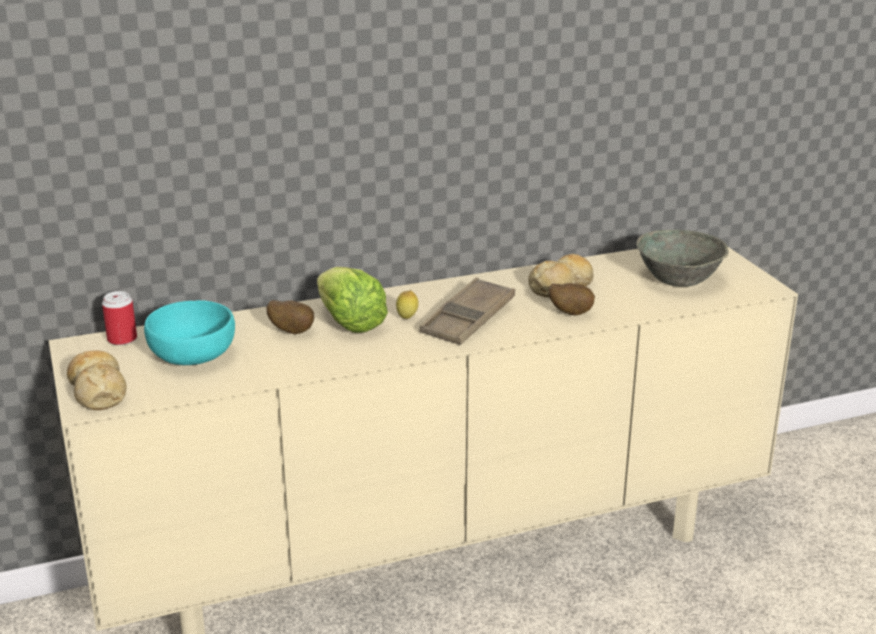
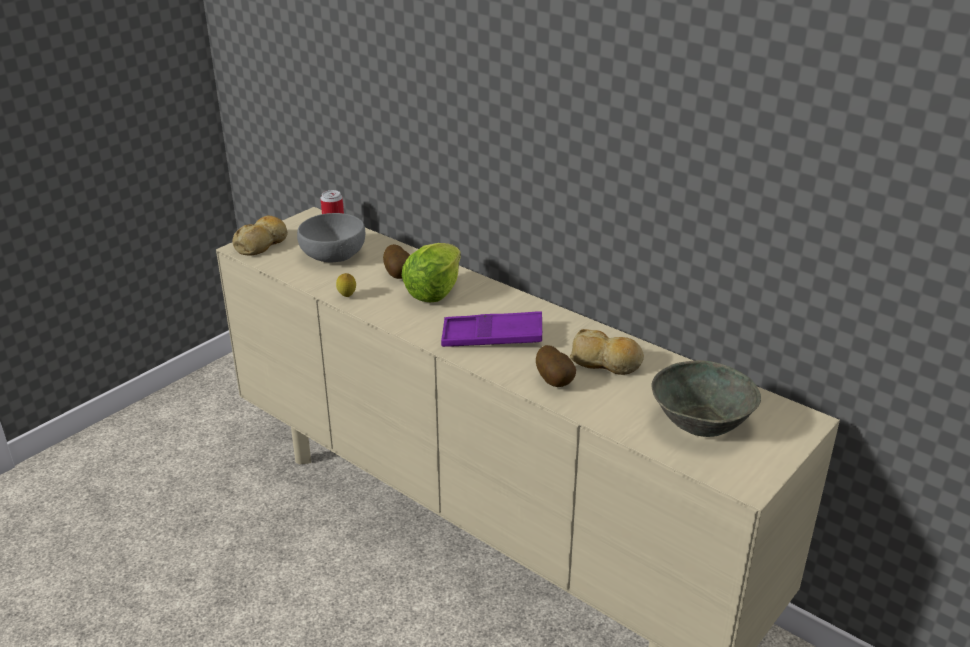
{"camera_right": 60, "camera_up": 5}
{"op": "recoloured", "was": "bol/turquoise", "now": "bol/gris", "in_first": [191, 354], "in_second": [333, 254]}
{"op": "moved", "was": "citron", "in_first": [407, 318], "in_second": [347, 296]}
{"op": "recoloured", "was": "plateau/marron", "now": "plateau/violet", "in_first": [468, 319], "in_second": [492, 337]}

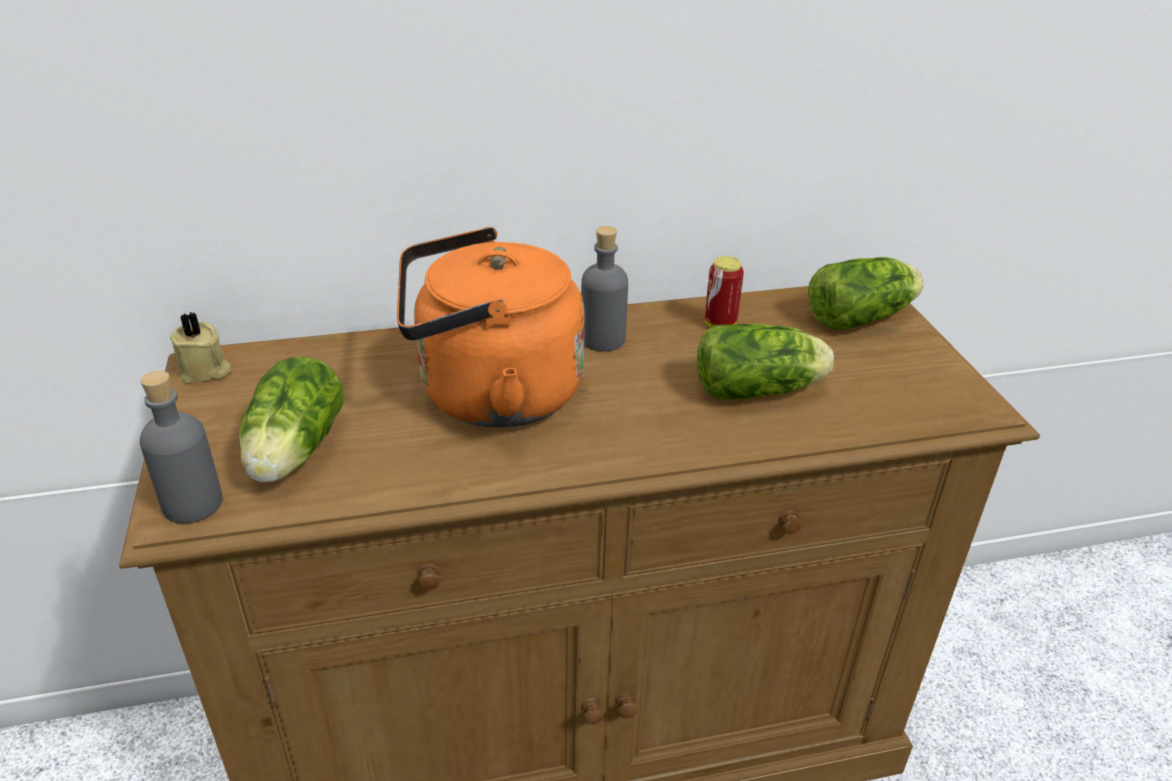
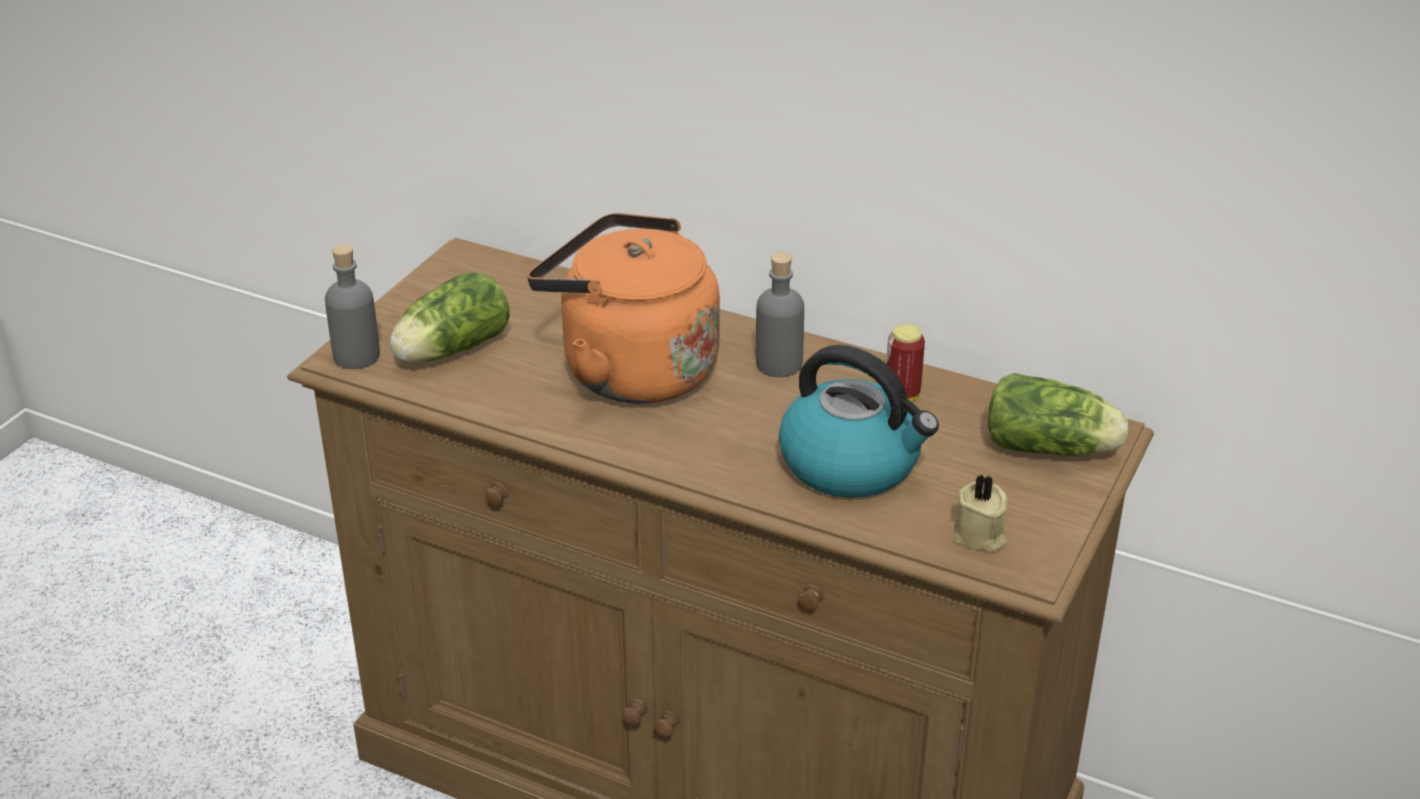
{"camera_right": 40, "camera_up": 0}
{"op": "moved", "was": "bougie/beige", "in_first": [204, 371], "in_second": [979, 536]}
{"op": "replaced", "was": "laitue", "now": "bouilloire", "in_first": [761, 390], "in_second": [852, 464]}

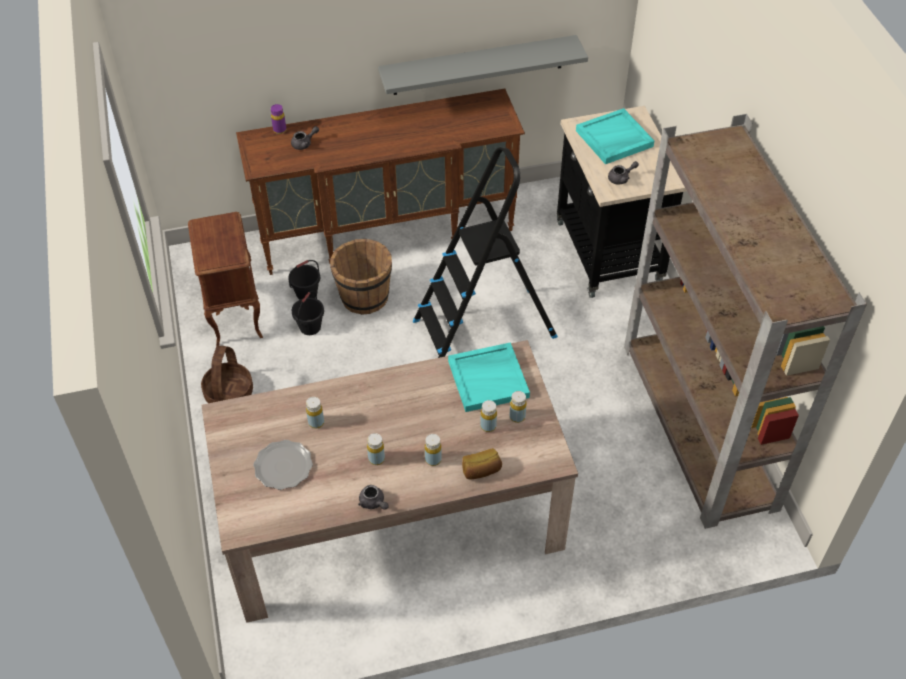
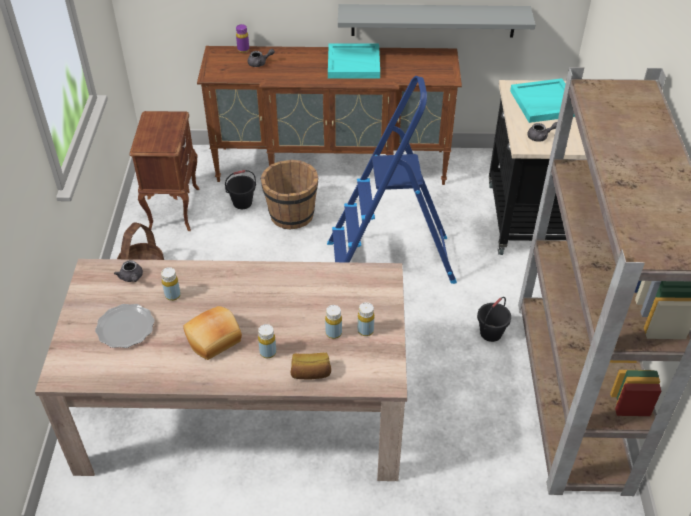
{"camera_right": 15, "camera_up": -5}
{"op": "moved", "was": "seau/noir", "in_first": [310, 327], "in_second": [490, 333]}
{"op": "moved", "was": "théière/gris", "in_first": [373, 503], "in_second": [132, 278]}
{"op": "replaced", "was": "bouteille/jaune", "now": "pain", "in_first": [376, 459], "in_second": [214, 340]}
{"op": "recoloured", "was": "escabeau/noir", "now": "escabeau/bleu", "in_first": [483, 329], "in_second": [389, 262]}
{"op": "moved", "was": "plateau/turquoise", "in_first": [488, 378], "in_second": [354, 63]}

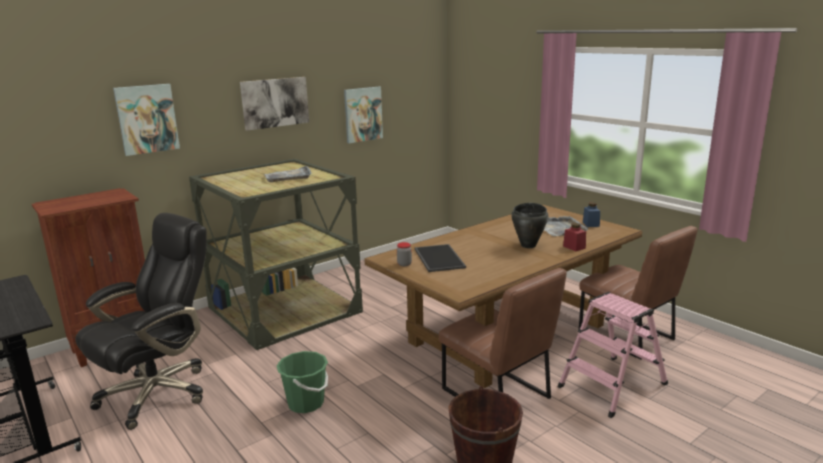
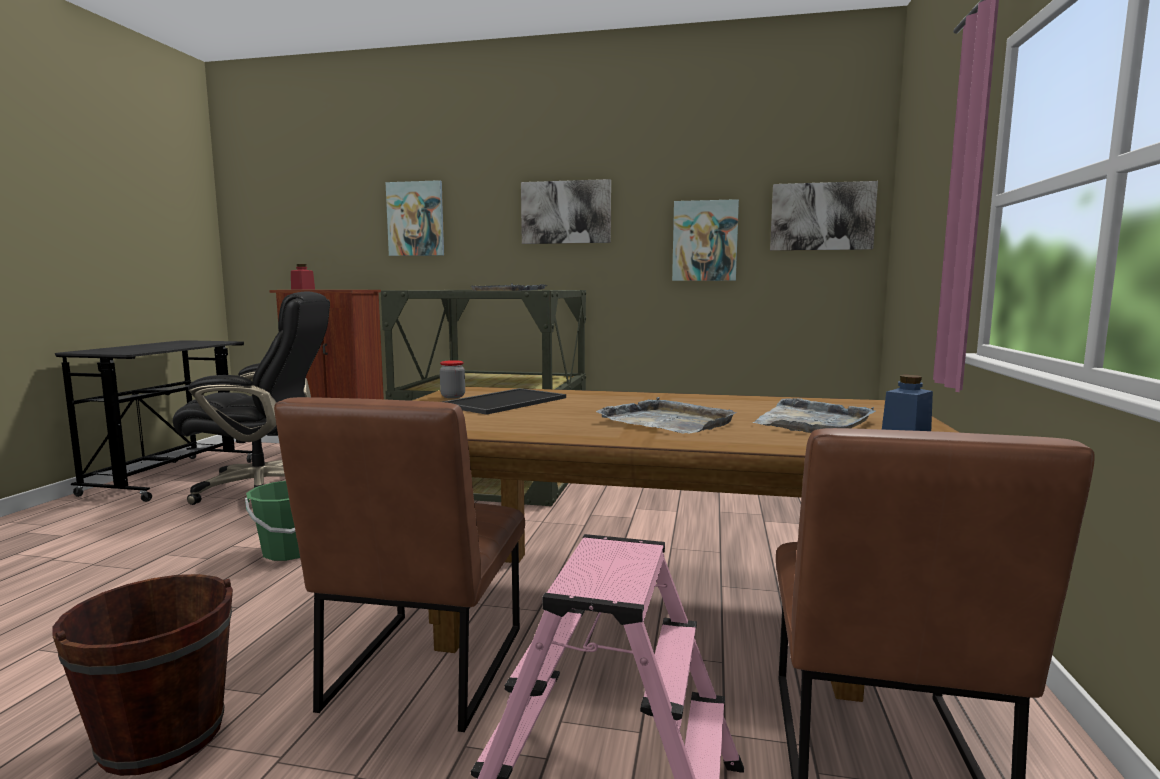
{"camera_right": 50, "camera_up": -10}
{"op": "replaced", "was": "marmite/noir", "now": "plateau/gris", "in_first": [528, 245], "in_second": [667, 421]}
{"op": "moved", "was": "bocal/rouge", "in_first": [574, 247], "in_second": [303, 289]}
{"op": "added", "now": "tableau", "in_second": [822, 216]}

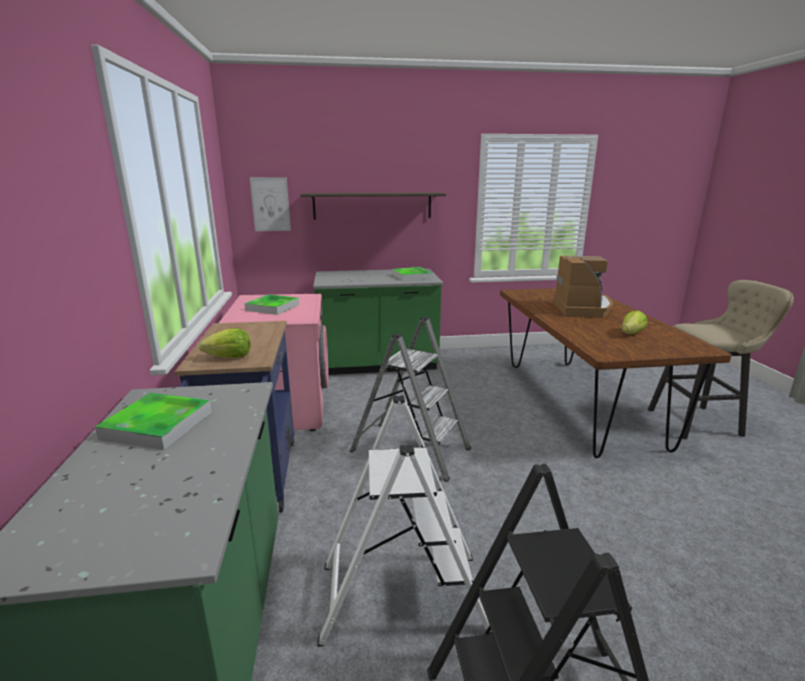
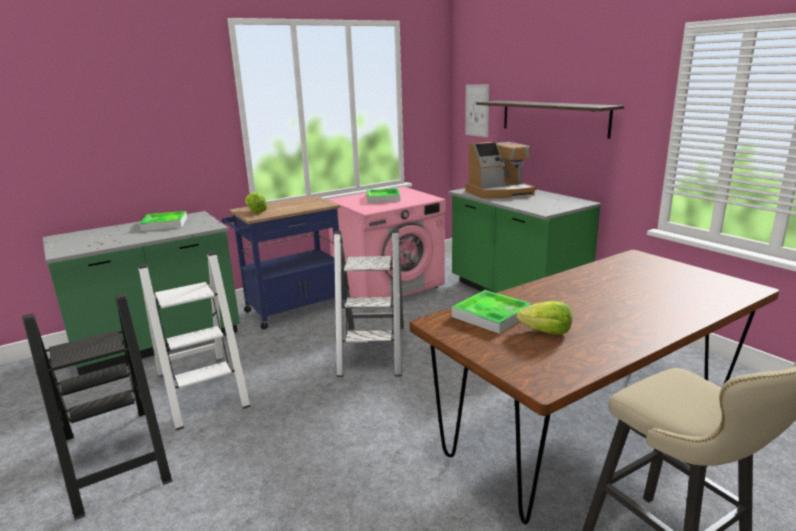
{"camera_right": 65, "camera_up": 0}
{"op": "moved", "was": "plateau", "in_first": [411, 276], "in_second": [491, 315]}
{"op": "moved", "was": "machine à café", "in_first": [583, 309], "in_second": [499, 193]}

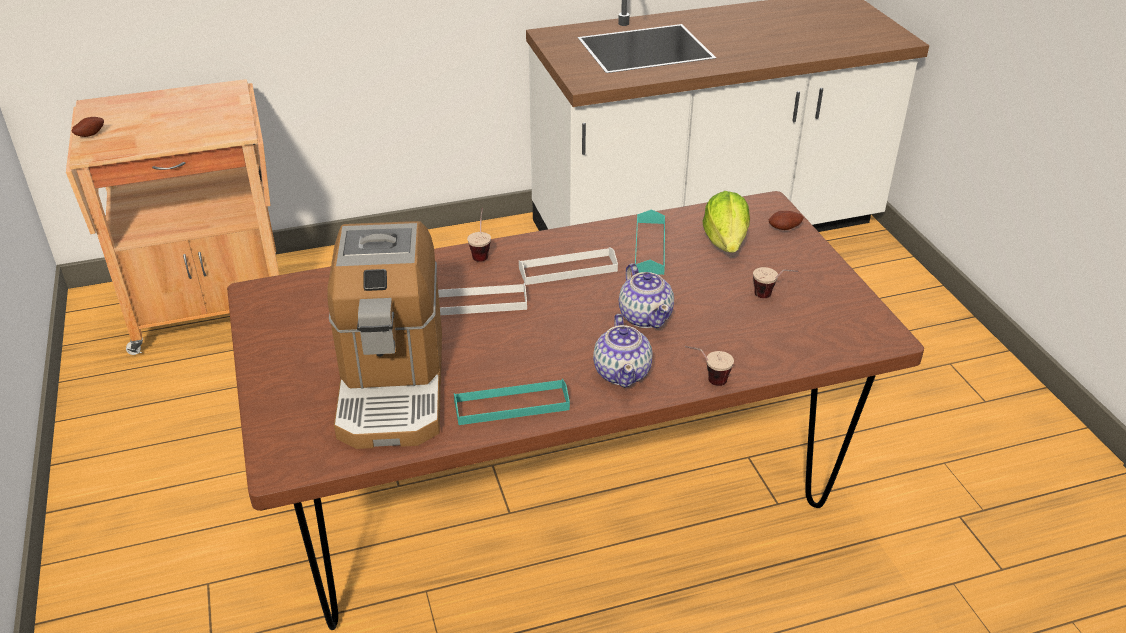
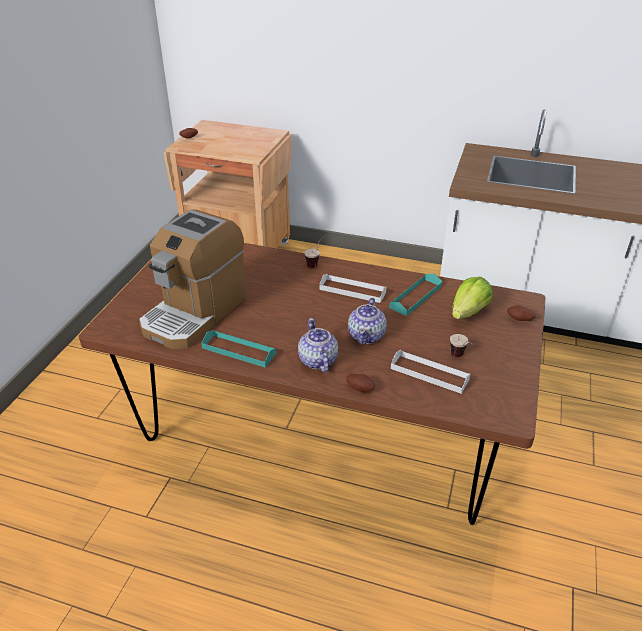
{"camera_right": 35, "camera_up": 0}
{"op": "moved", "was": "plateau/blanc", "in_first": [476, 303], "in_second": [429, 374]}
{"op": "turned", "was": "théière", "in_first": [622, 372], "in_second": [317, 361], "clockwise": 135}
{"op": "replaced", "was": "tasse", "now": "pomme de terre", "in_first": [706, 380], "in_second": [360, 388]}

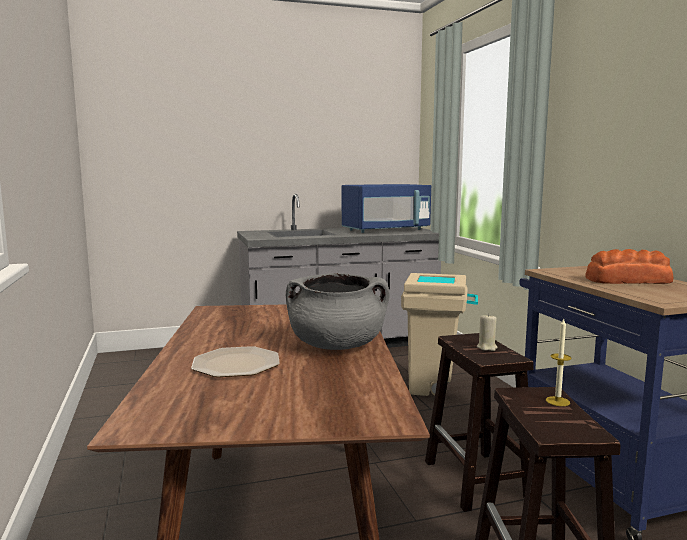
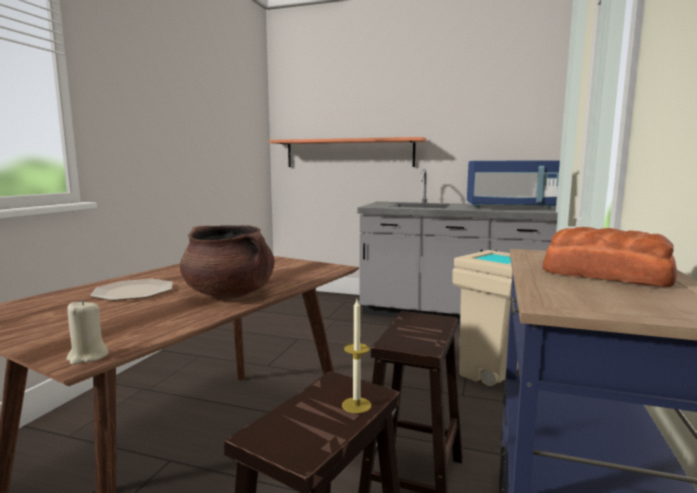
{"camera_right": 35, "camera_up": 0}
{"op": "recoloured", "was": "marmite/gris", "now": "marmite/marron", "in_first": [337, 346], "in_second": [230, 294]}
{"op": "moved", "was": "bougie/beige", "in_first": [487, 347], "in_second": [87, 357]}
{"op": "added", "now": "étagère", "in_second": [349, 153]}

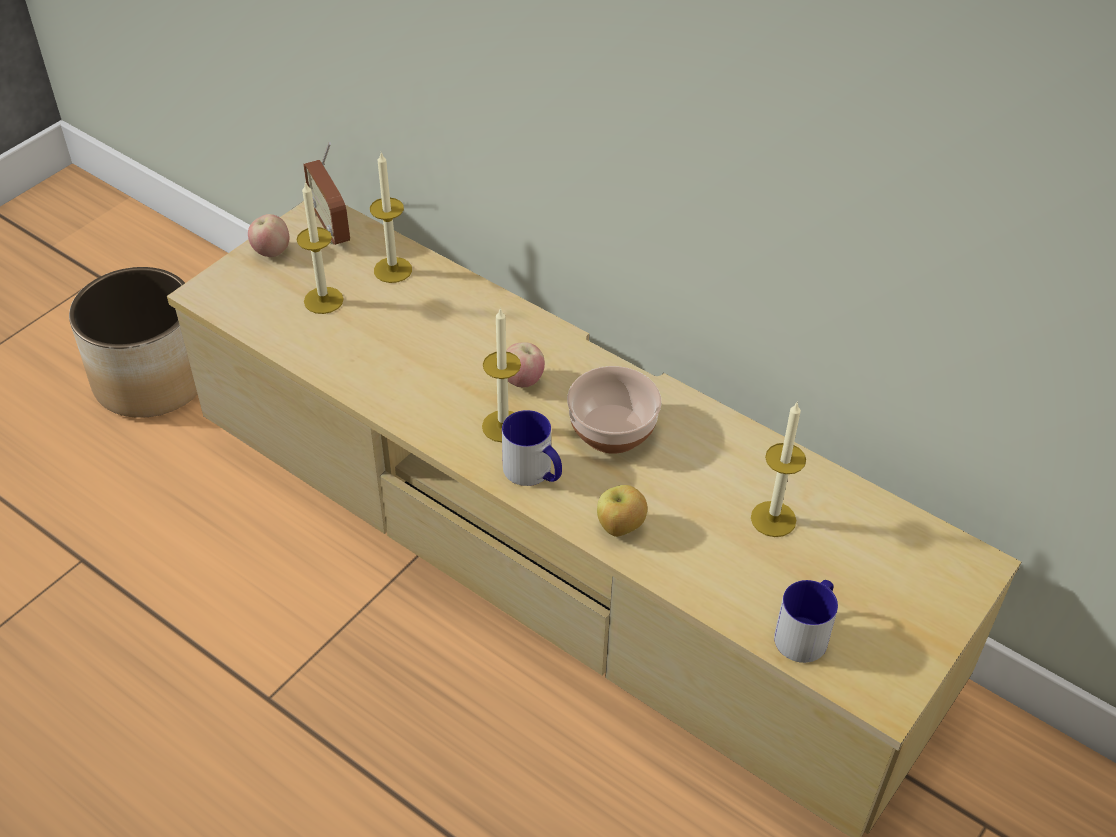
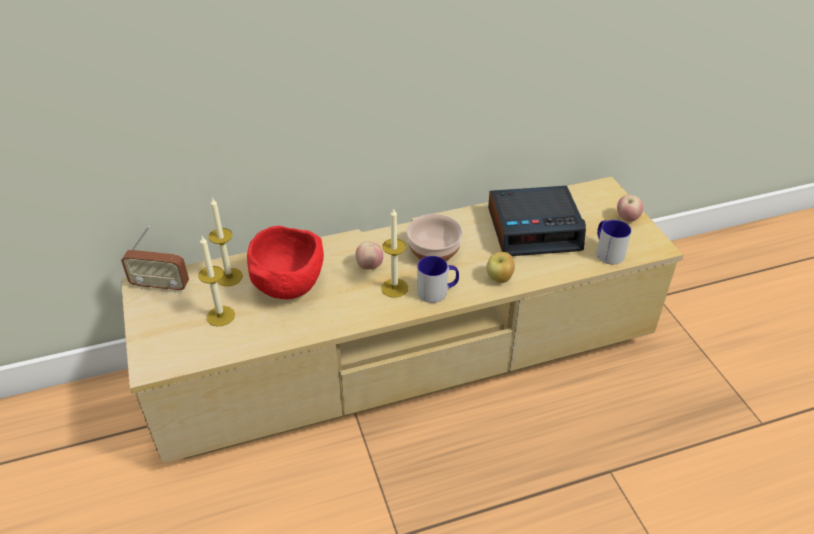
{"camera_right": -55, "camera_up": -5}
{"op": "removed", "was": "cache-pot", "in_first": [153, 379]}
{"op": "moved", "was": "pomme", "in_first": [272, 252], "in_second": [627, 218]}
{"op": "replaced", "was": "bougie", "now": "réveil", "in_first": [773, 519], "in_second": [534, 229]}
{"op": "added", "now": "bol/rouge", "in_second": [289, 285]}

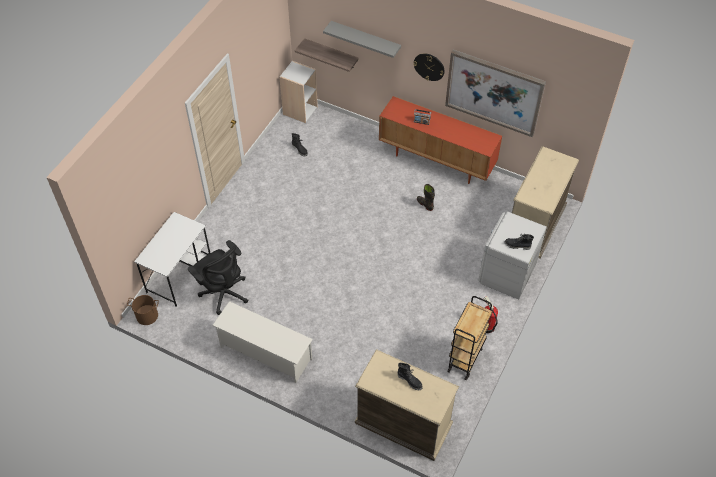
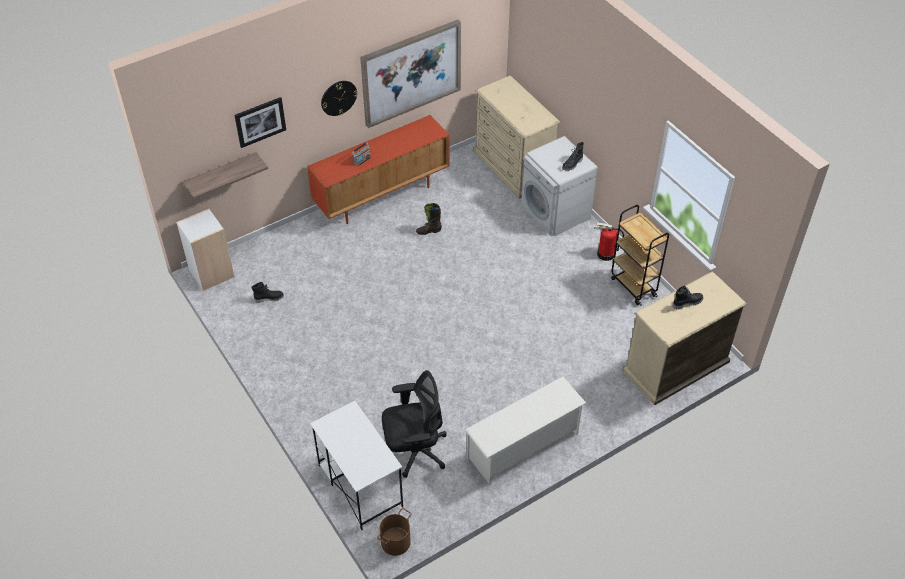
{"camera_right": -60, "camera_up": -5}
{"op": "replaced", "was": "étagère/gris", "now": "tableau", "in_first": [365, 39], "in_second": [260, 121]}

